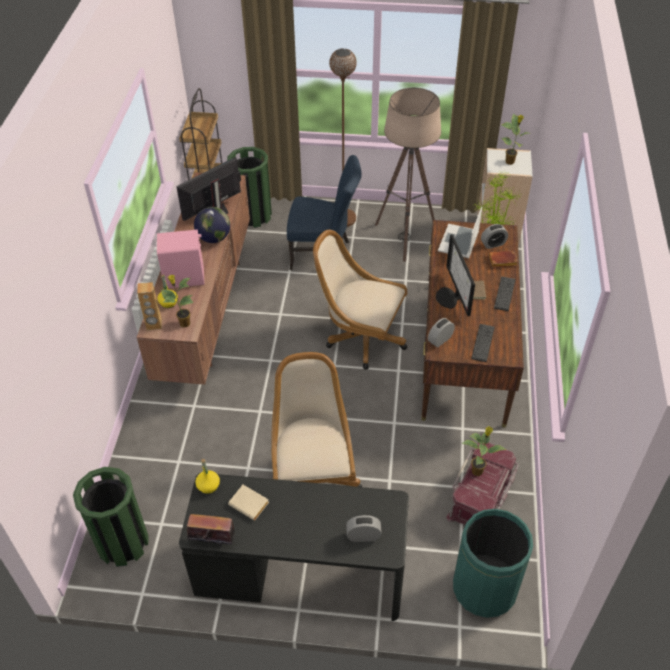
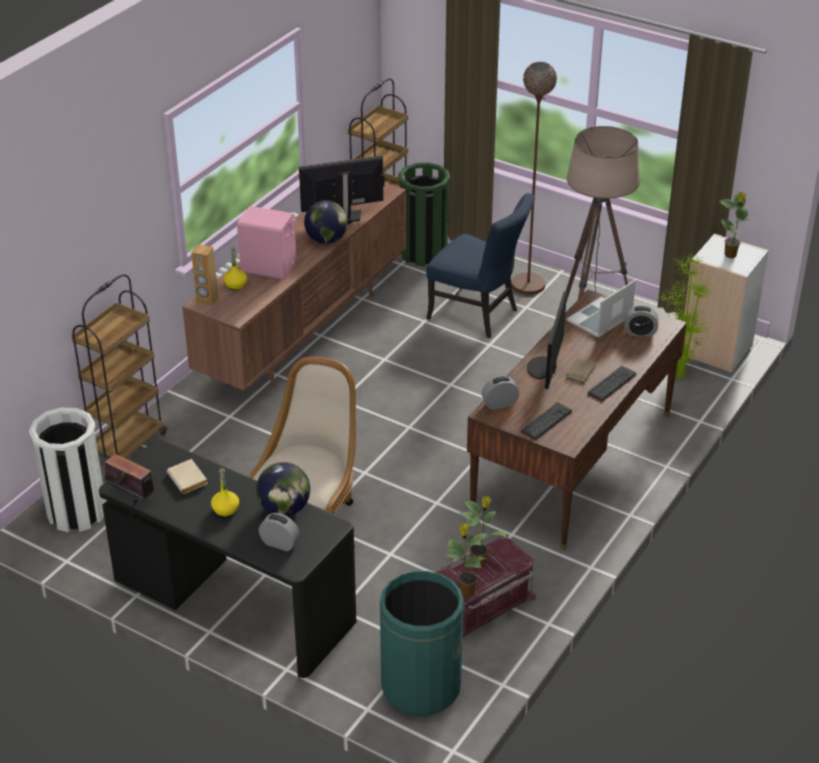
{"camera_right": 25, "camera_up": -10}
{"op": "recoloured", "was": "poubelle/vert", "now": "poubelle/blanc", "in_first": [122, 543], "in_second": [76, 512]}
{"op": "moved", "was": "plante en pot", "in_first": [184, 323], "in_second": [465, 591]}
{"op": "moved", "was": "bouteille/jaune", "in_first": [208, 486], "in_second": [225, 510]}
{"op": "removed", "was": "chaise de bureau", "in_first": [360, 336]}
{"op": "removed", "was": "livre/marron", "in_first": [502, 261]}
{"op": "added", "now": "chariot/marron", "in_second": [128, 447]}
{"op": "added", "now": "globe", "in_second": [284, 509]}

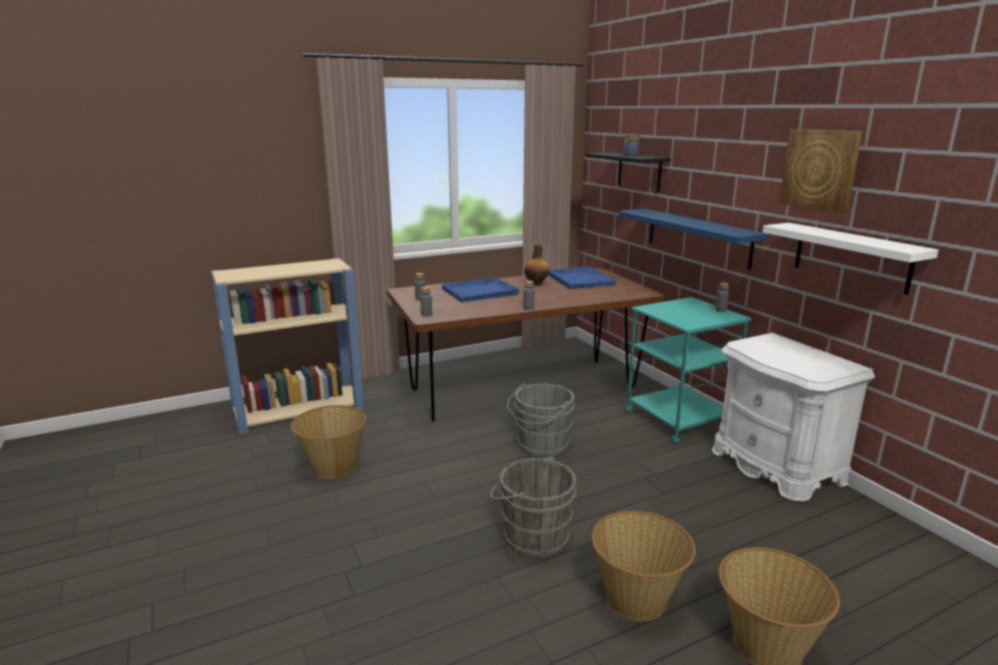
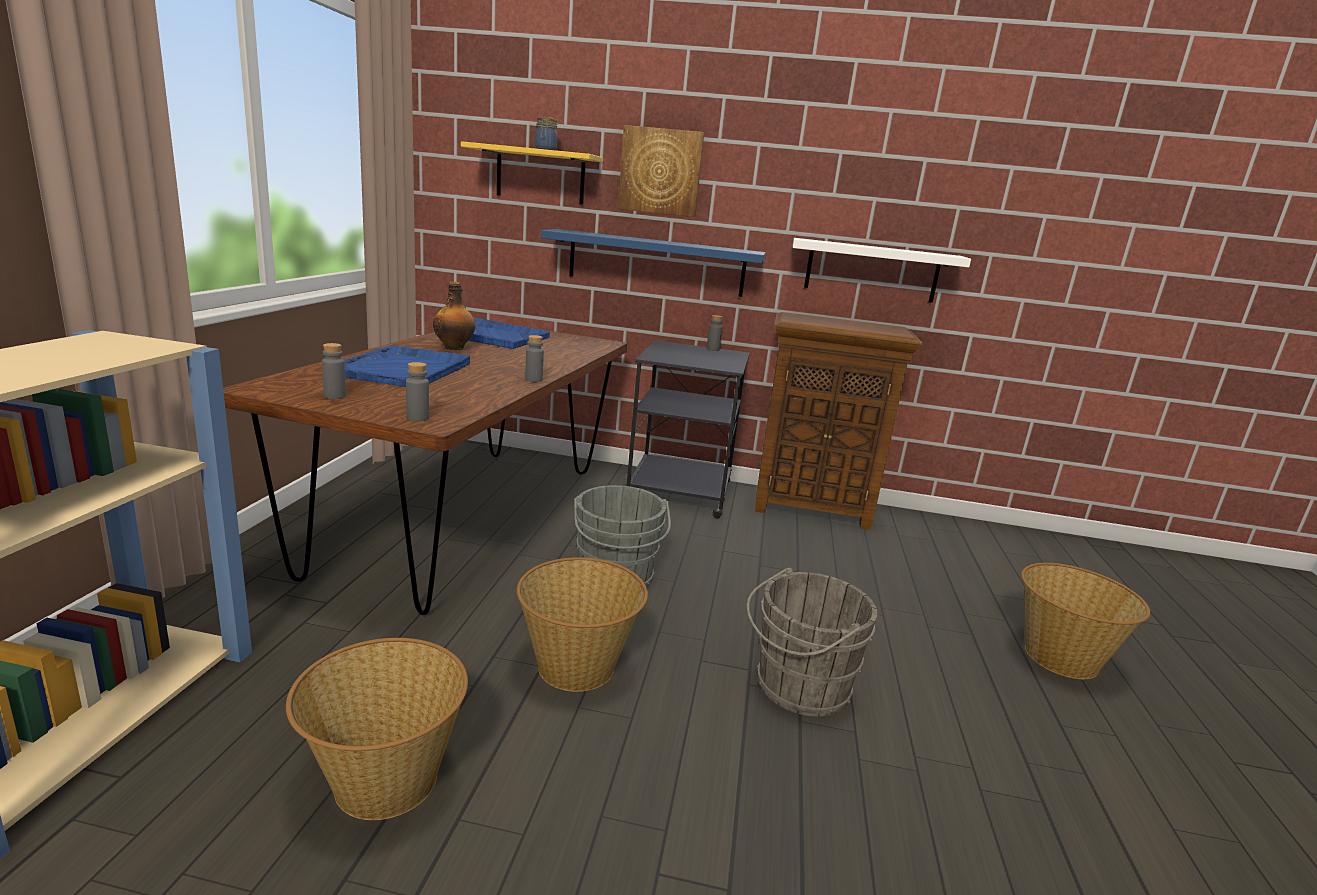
{"camera_right": -55, "camera_up": 0}
{"op": "recoloured", "was": "étagère/noir", "now": "étagère/jaune", "in_first": [639, 171], "in_second": [540, 175]}
{"op": "moved", "was": "panier", "in_first": [637, 599], "in_second": [577, 666]}
{"op": "recoloured", "was": "chariot/turquoise", "now": "chariot/noir", "in_first": [679, 420], "in_second": [681, 493]}
{"op": "replaced", "was": "table de chevet/blanc", "now": "meuble de rangement/marron", "in_first": [773, 467], "in_second": [812, 508]}
{"op": "moved", "was": "tableau", "in_first": [820, 169], "in_second": [660, 171]}

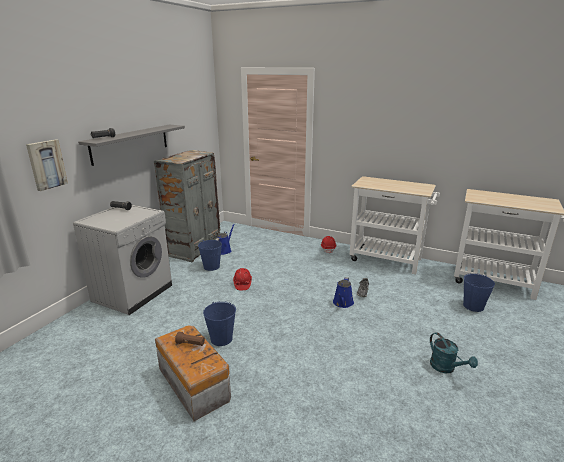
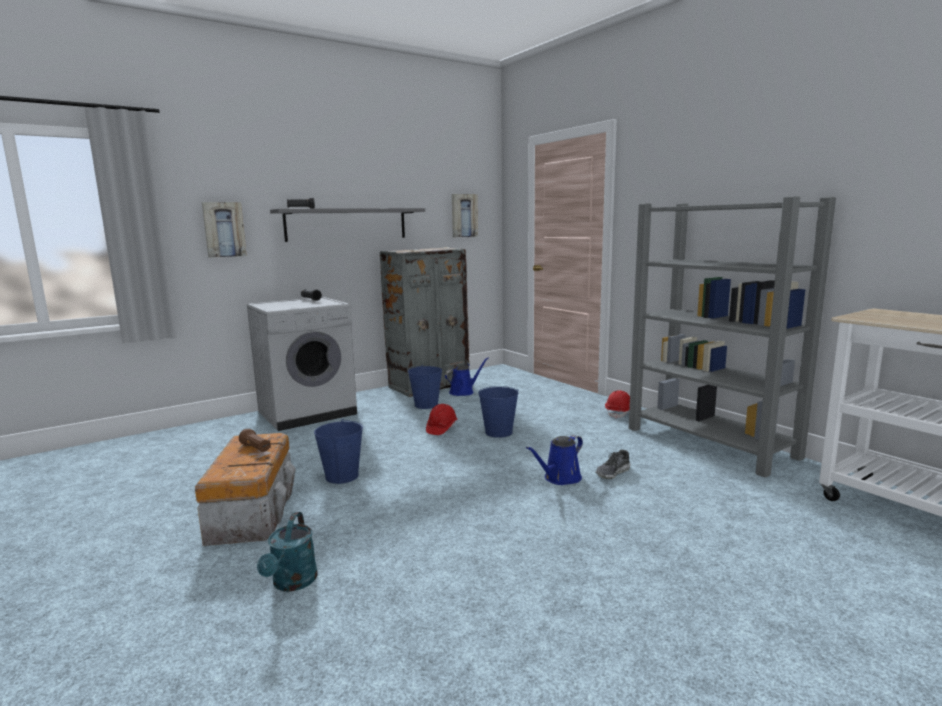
{"camera_right": 30, "camera_up": -10}
{"op": "replaced", "was": "chariot/blanc", "now": "bibliothèque/gris", "in_first": [387, 260], "in_second": [710, 442]}
{"op": "moved", "was": "arrosoir/turquoise", "in_first": [446, 368], "in_second": [292, 583]}
{"op": "moved", "was": "seau/bleu", "in_first": [473, 306], "in_second": [499, 432]}
{"op": "added", "now": "tableau", "in_second": [463, 215]}

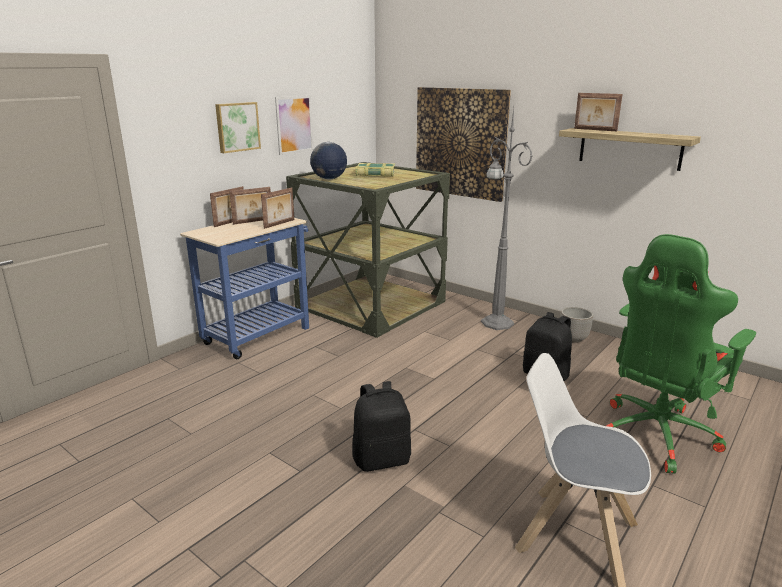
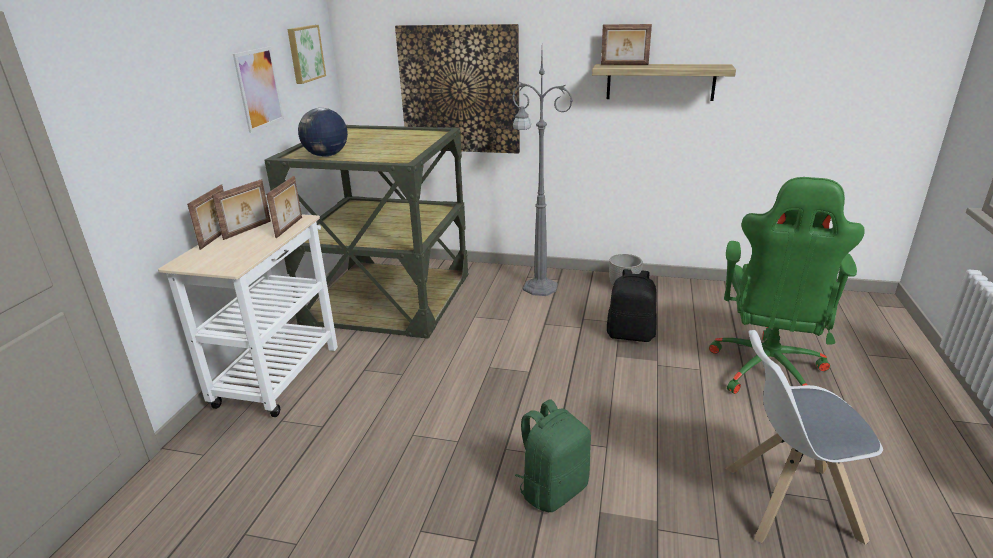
{"camera_right": -25, "camera_up": 5}
{"op": "recoloured", "was": "chariot/bleu", "now": "chariot/blanc", "in_first": [258, 336], "in_second": [279, 375]}
{"op": "moved", "was": "tableau", "in_first": [237, 127], "in_second": [305, 53]}
{"op": "recoloured", "was": "sac à dos/noir", "now": "sac à dos/vert", "in_first": [382, 459], "in_second": [553, 489]}
{"op": "removed", "was": "livre", "in_first": [375, 174]}

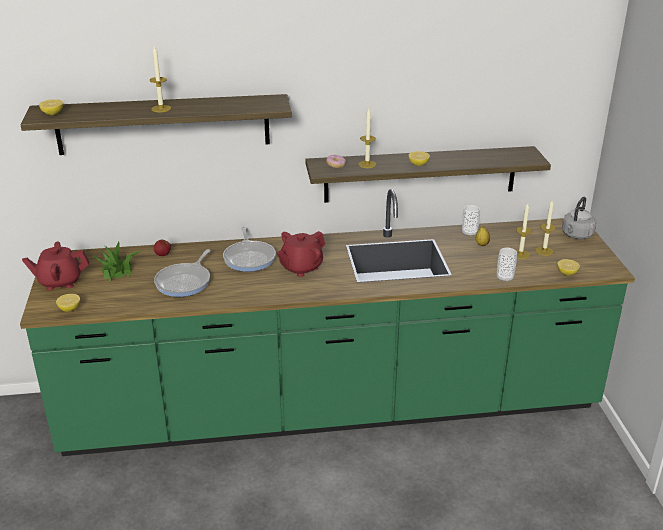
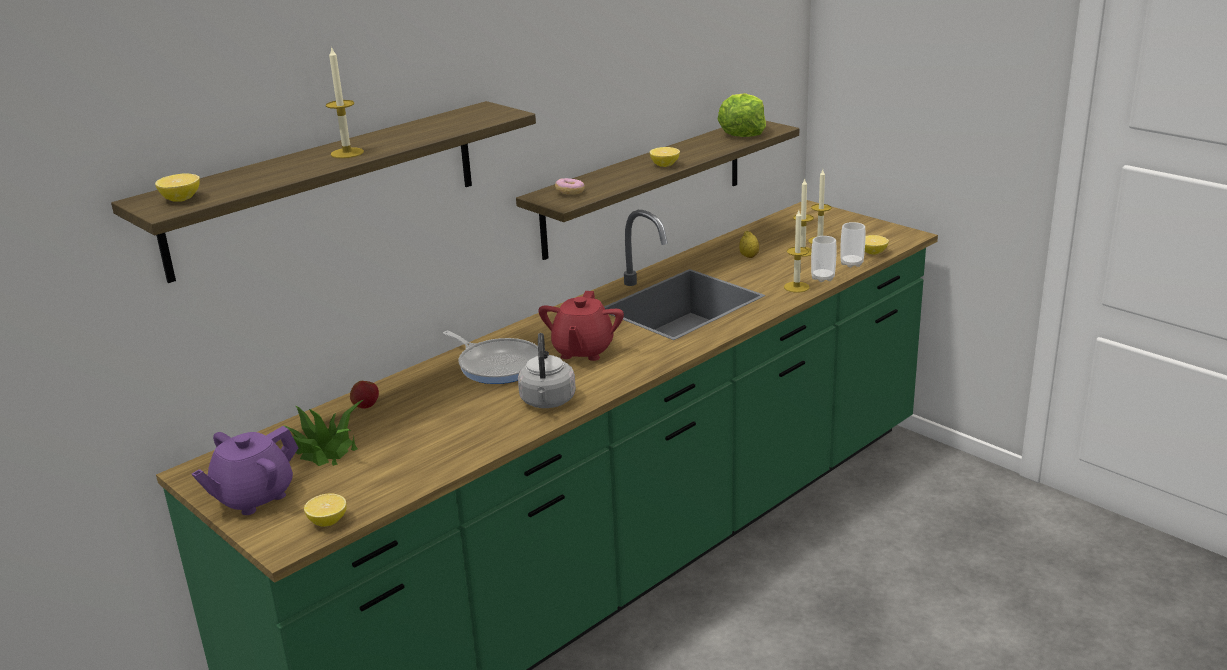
{"camera_right": -35, "camera_up": -5}
{"op": "recoloured", "was": "théière/rouge", "now": "théière/violet", "in_first": [60, 282], "in_second": [253, 497]}
{"op": "removed", "was": "poêle", "in_first": [185, 282]}
{"op": "moved", "was": "bougie", "in_first": [367, 164], "in_second": [796, 287]}
{"op": "moved", "was": "tasse", "in_first": [469, 233], "in_second": [851, 264]}
{"op": "moved", "was": "bouilloire/gris", "in_first": [576, 235], "in_second": [547, 402]}
{"op": "added", "now": "laitue", "in_second": [742, 132]}

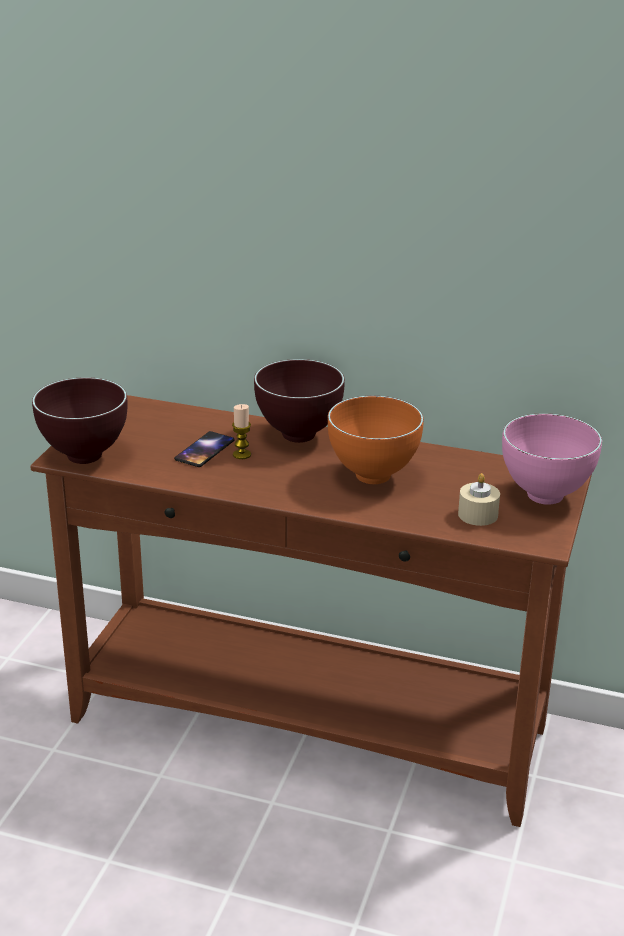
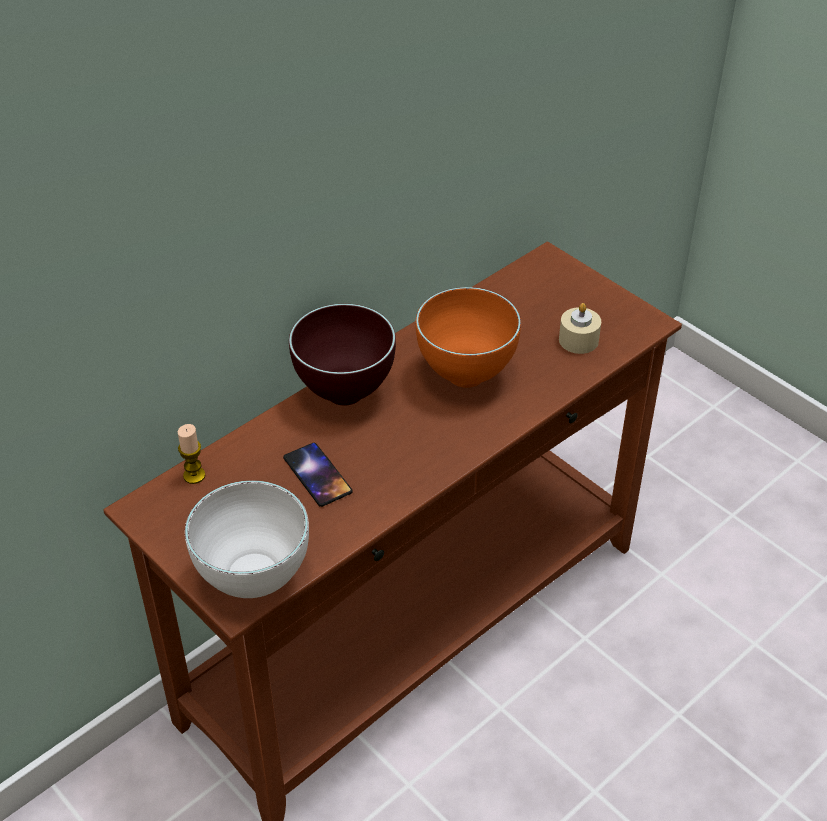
{"camera_right": -60, "camera_up": 15}
{"op": "recoloured", "was": "bol/marron", "now": "bol/blanc", "in_first": [83, 458], "in_second": [255, 583]}
{"op": "moved", "was": "bougie", "in_first": [242, 455], "in_second": [194, 475]}
{"op": "removed", "was": "bol/rose", "in_first": [543, 496]}

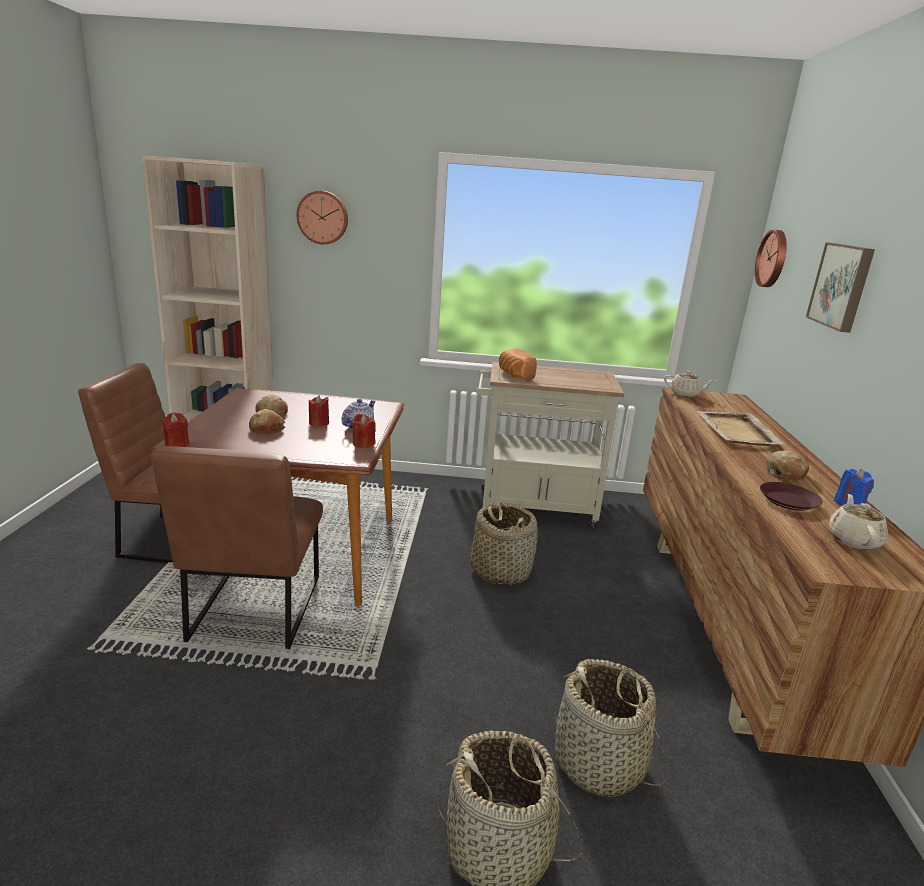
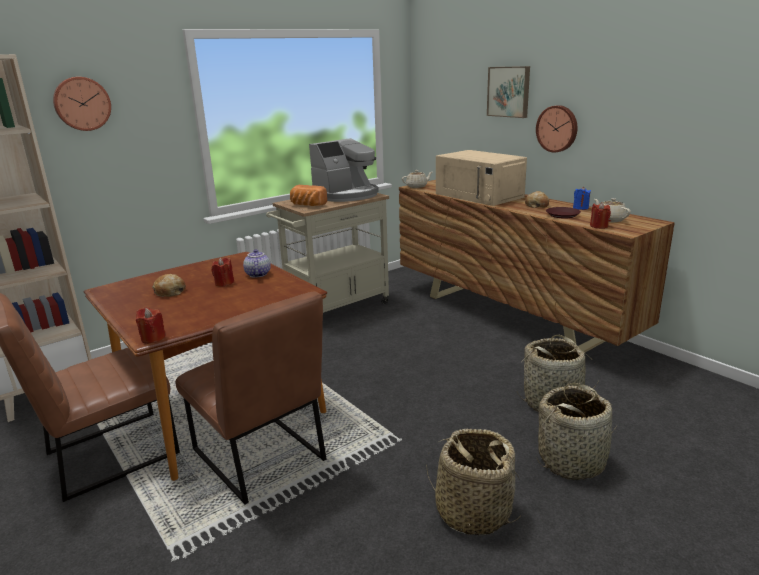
{"camera_right": -40, "camera_up": 0}
{"op": "removed", "was": "pain", "in_first": [267, 429]}
{"op": "moved", "was": "bougie/rouge", "in_first": [363, 444], "in_second": [599, 226]}
{"op": "moved", "was": "panier", "in_first": [500, 570], "in_second": [473, 511]}
{"op": "replaced", "was": "plateau/beige", "now": "micro-ondes/beige", "in_first": [737, 431], "in_second": [479, 195]}
{"op": "moved", "was": "horloge murale", "in_first": [773, 259], "in_second": [557, 128]}
{"op": "added", "now": "machine à café", "in_second": [346, 195]}

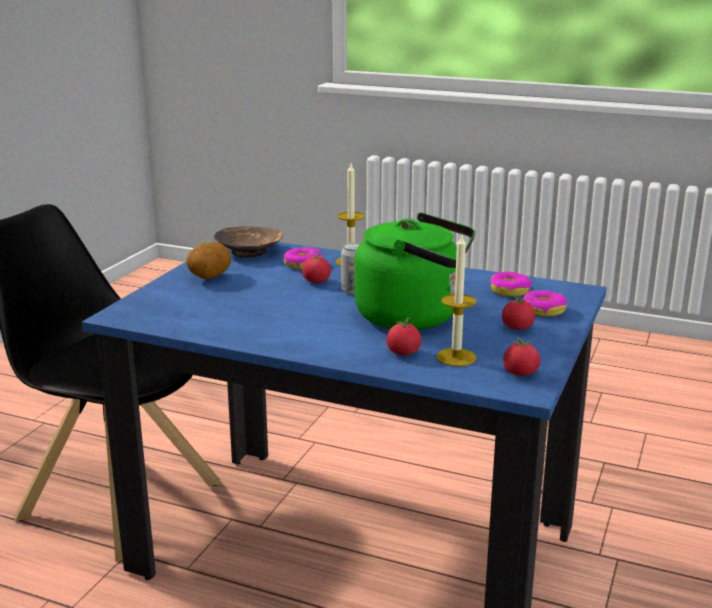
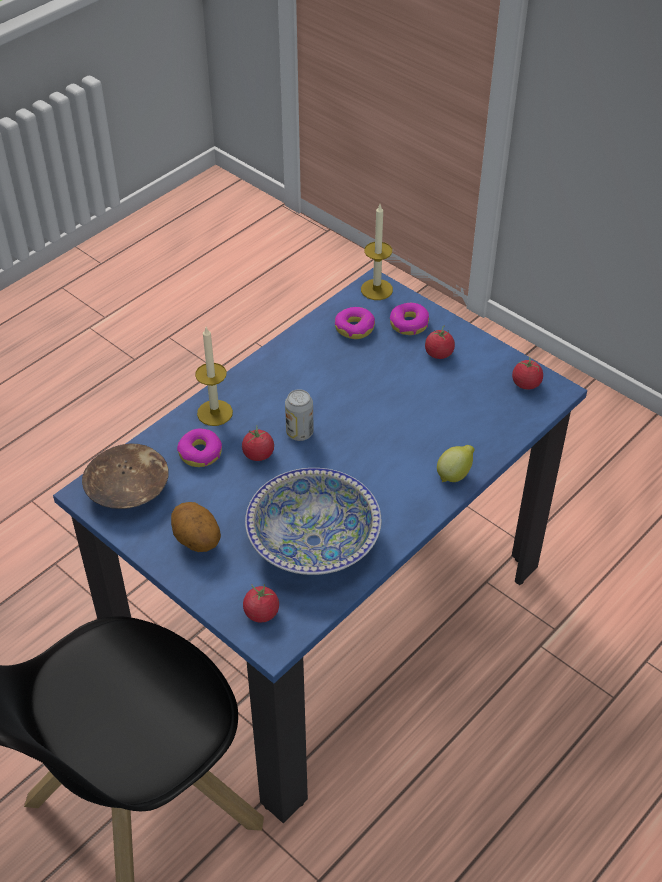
{"camera_right": -70, "camera_up": 25}
{"op": "removed", "was": "bouilloire/vert", "in_first": [414, 317]}
{"op": "moved", "was": "tomate", "in_first": [403, 352], "in_second": [261, 613]}
{"op": "moved", "was": "bougie", "in_first": [456, 357], "in_second": [376, 289]}
{"op": "added", "now": "bol", "in_second": [314, 541]}
{"op": "added", "now": "citron", "in_second": [455, 475]}

